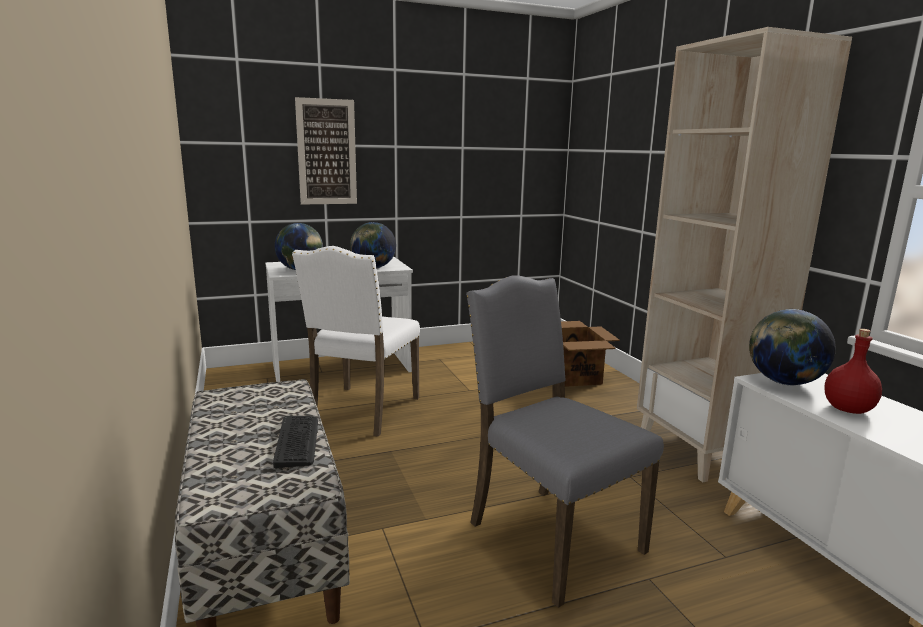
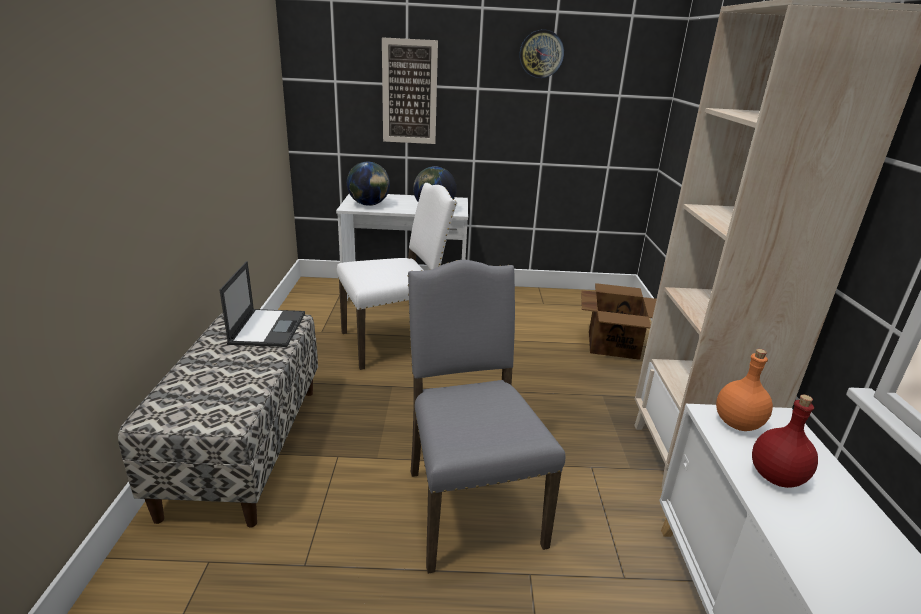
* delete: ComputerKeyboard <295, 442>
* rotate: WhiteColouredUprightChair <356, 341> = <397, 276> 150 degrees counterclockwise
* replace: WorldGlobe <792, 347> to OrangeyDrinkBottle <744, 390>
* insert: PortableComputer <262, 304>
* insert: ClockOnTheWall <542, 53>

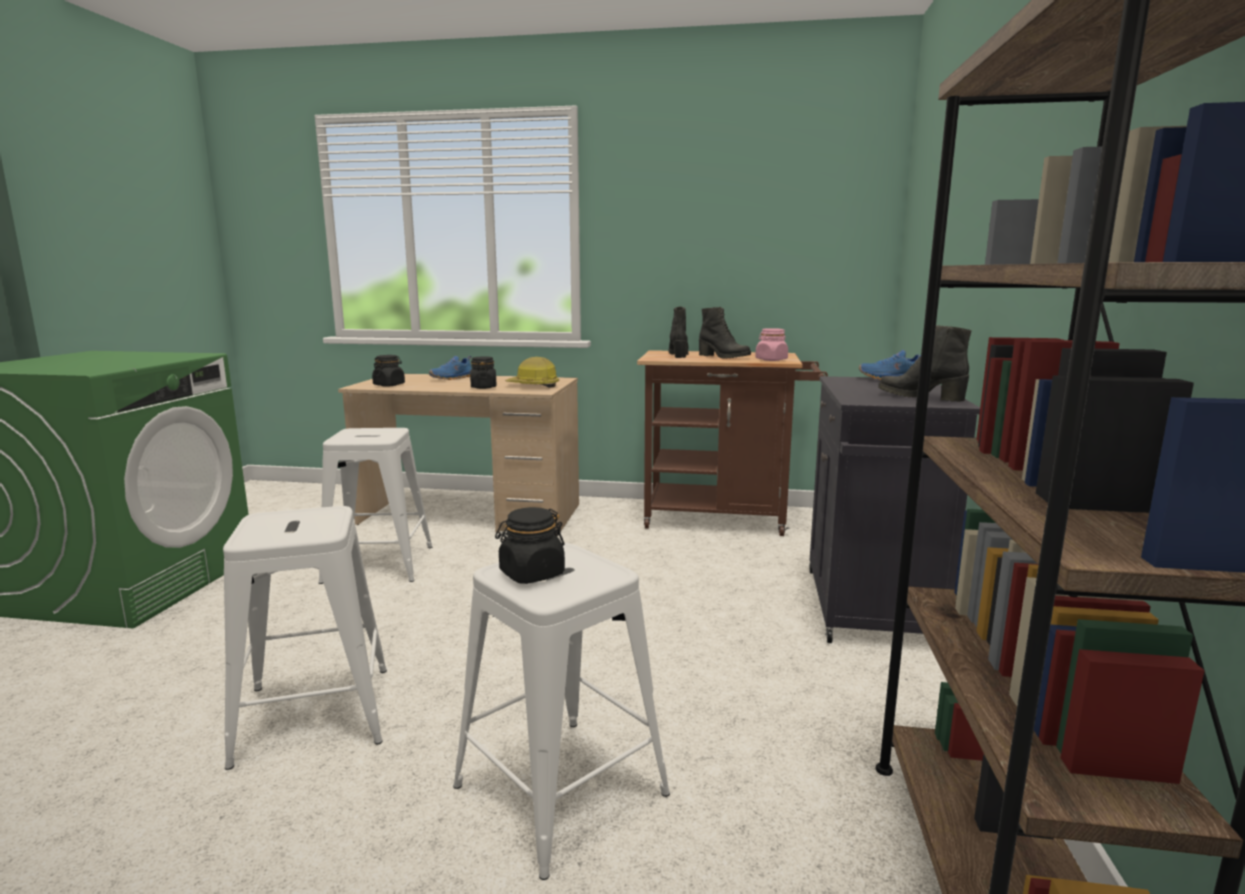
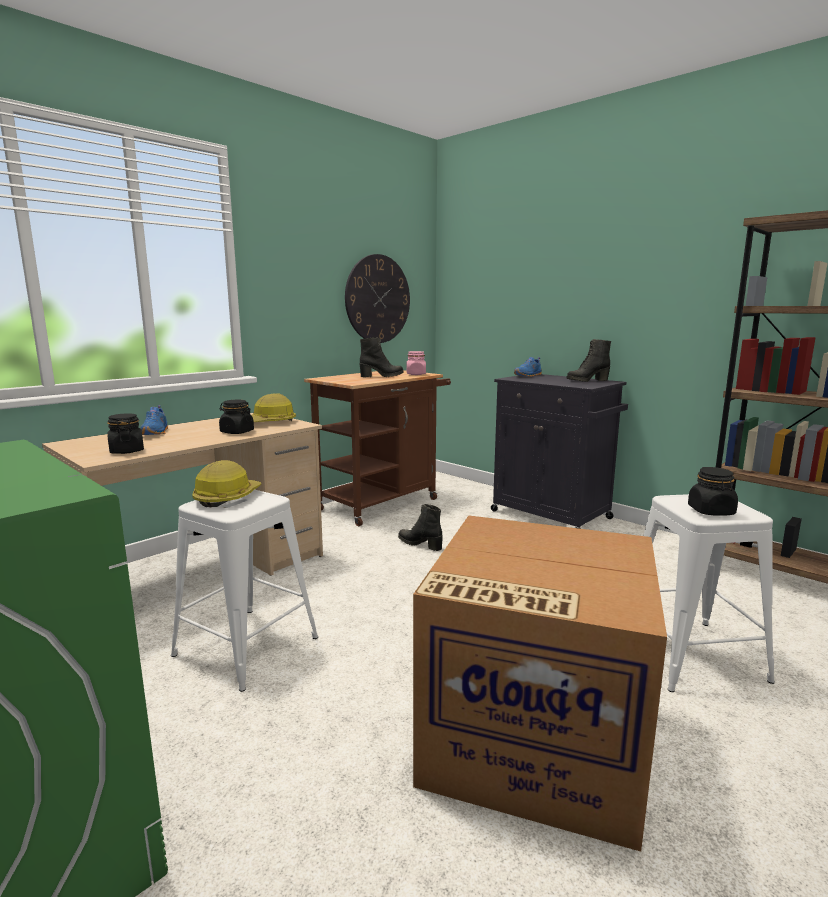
* replace: WhiteColouredStoolSeat <305, 638> to CardboardBox <540, 683>
* move: BlackColouredBoot <678, 332> to <420, 527>
* insert: SafetyHelmet <226, 483>
* insert: ClockOnTheWall <377, 298>

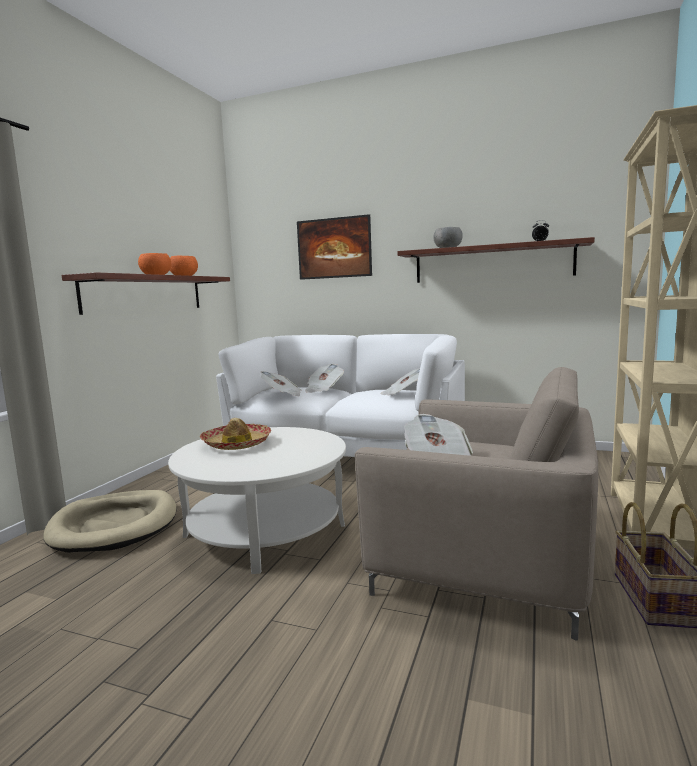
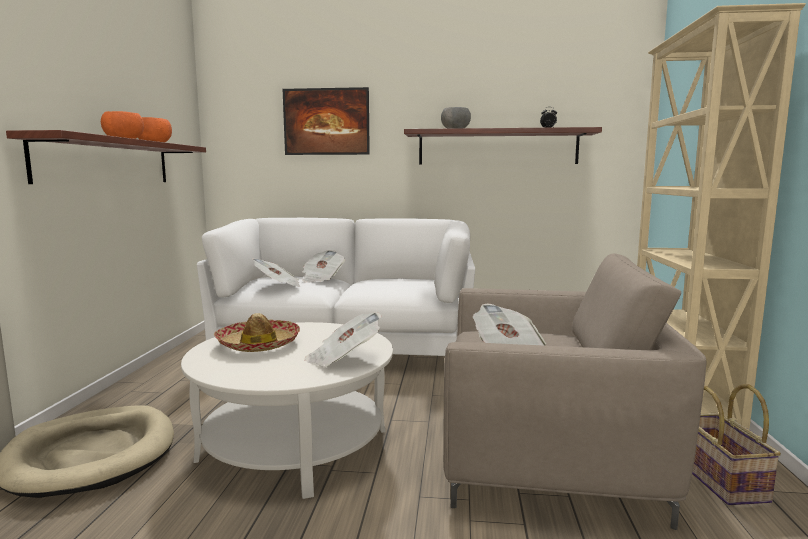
* move: DailyPaper <400, 382> to <343, 339>

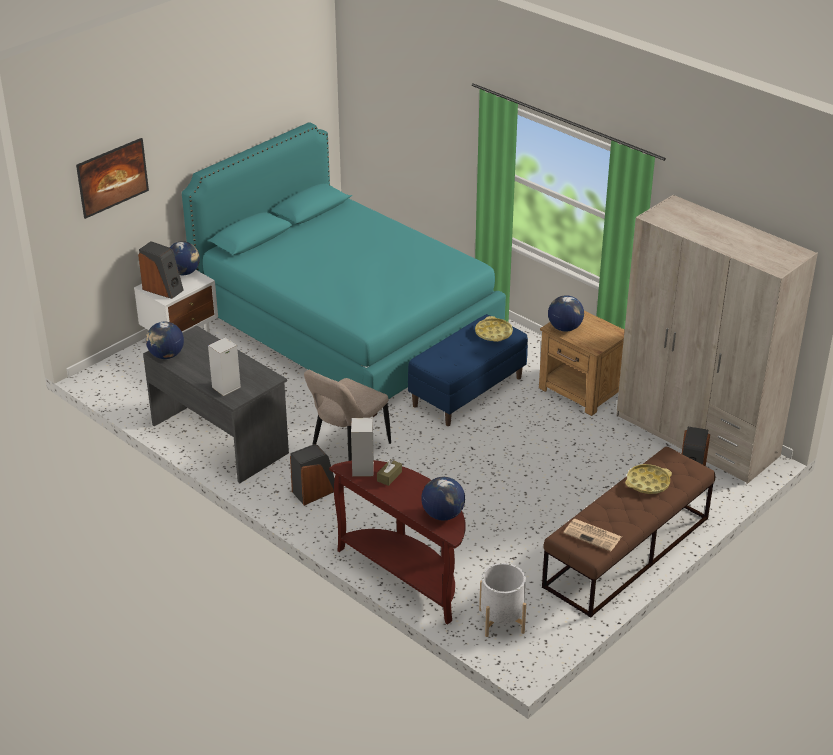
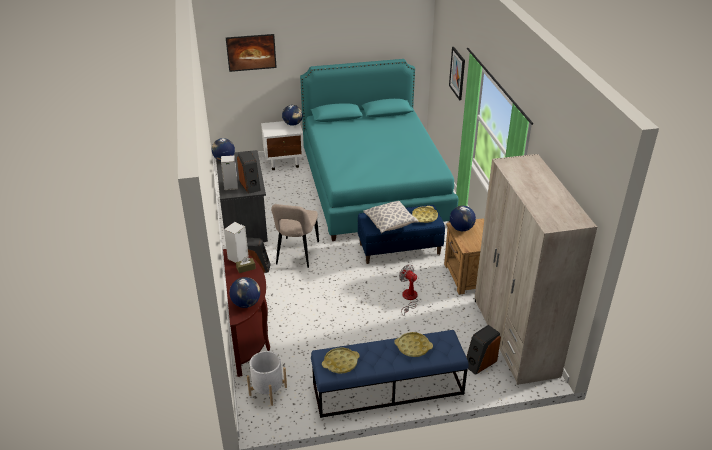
* move: Loudspeaker <161, 270> to <249, 172>
* rotate: BeigeUprightChair <347, 415> = <295, 236> 60 degrees counterclockwise
* recolor: BrownishBench <628, 532> to BlueColouredBench <390, 374>
* replace: DailyPaper <592, 534> to YellowServingTray <341, 360>
* insert: Cushion <391, 217>
* insert: ElectricFan <408, 290>
* insert: Picture <457, 73>

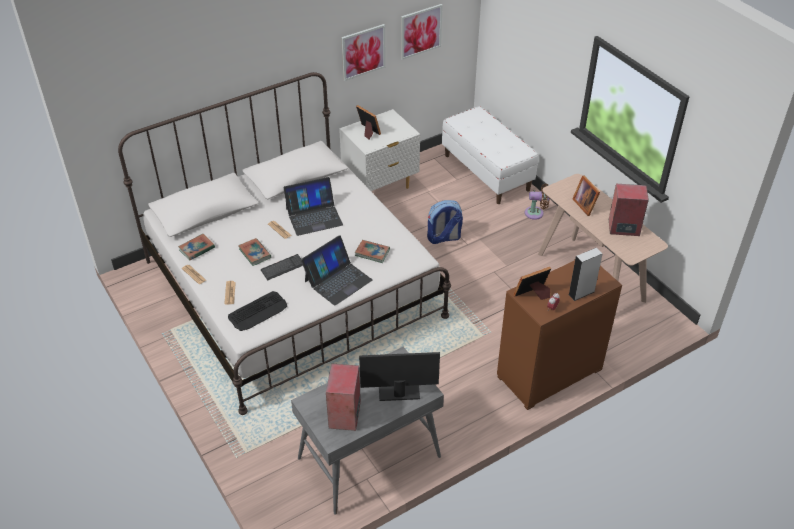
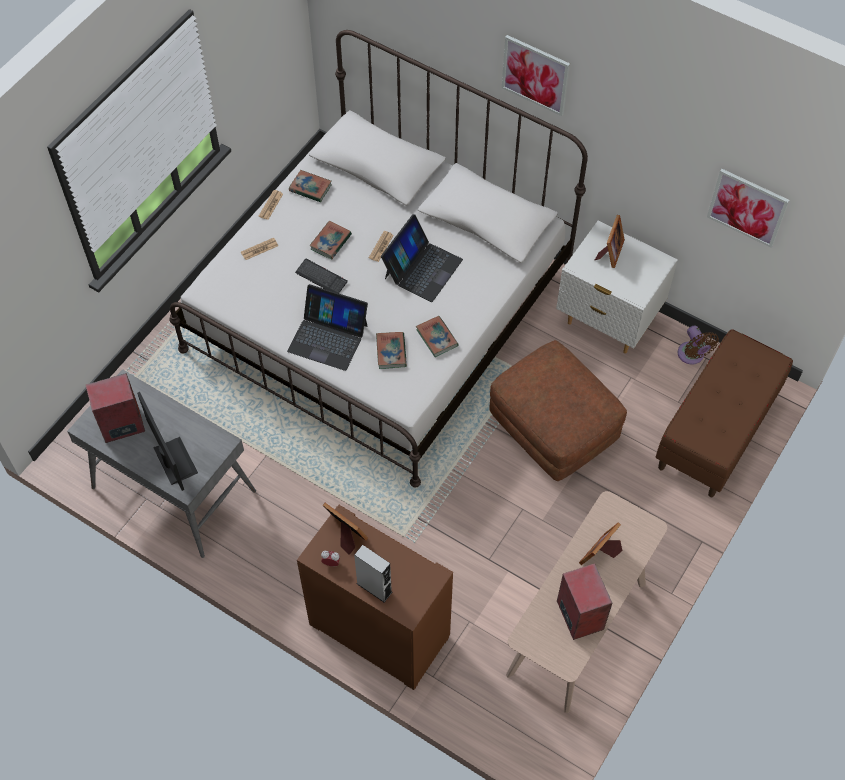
* delete: ComputerKeyboard <257, 311>
* rotate: PortableComputer <313, 206> = <422, 258> 105 degrees counterclockwise
* move: Picture <363, 52> to <536, 75>
* replace: Knapsack <445, 222> to BrownishOttoman <558, 410>
* recolor: WhiteColouredBench <490, 155> to BrownishBench <724, 413>
* move: BrownishElectricFan <537, 202> to <698, 345>
* insert: Volume <437, 336>

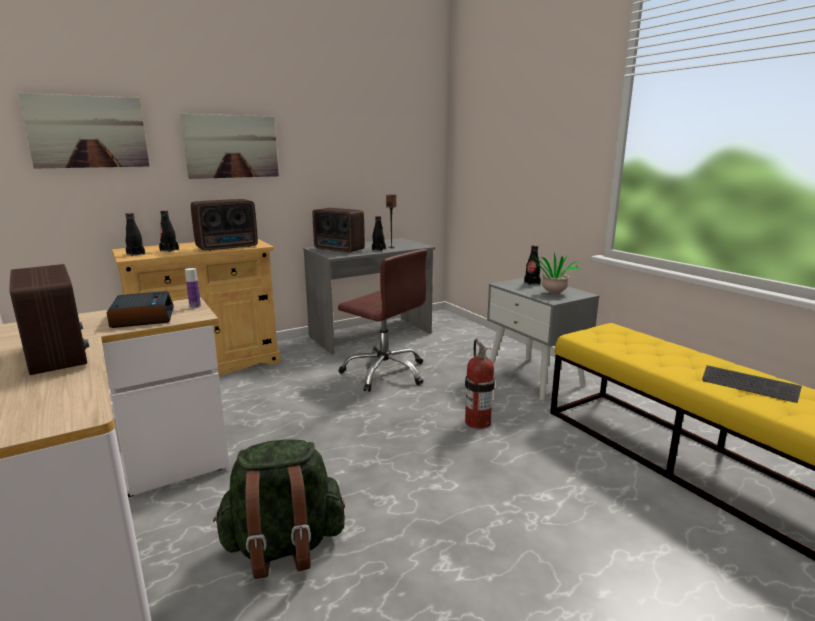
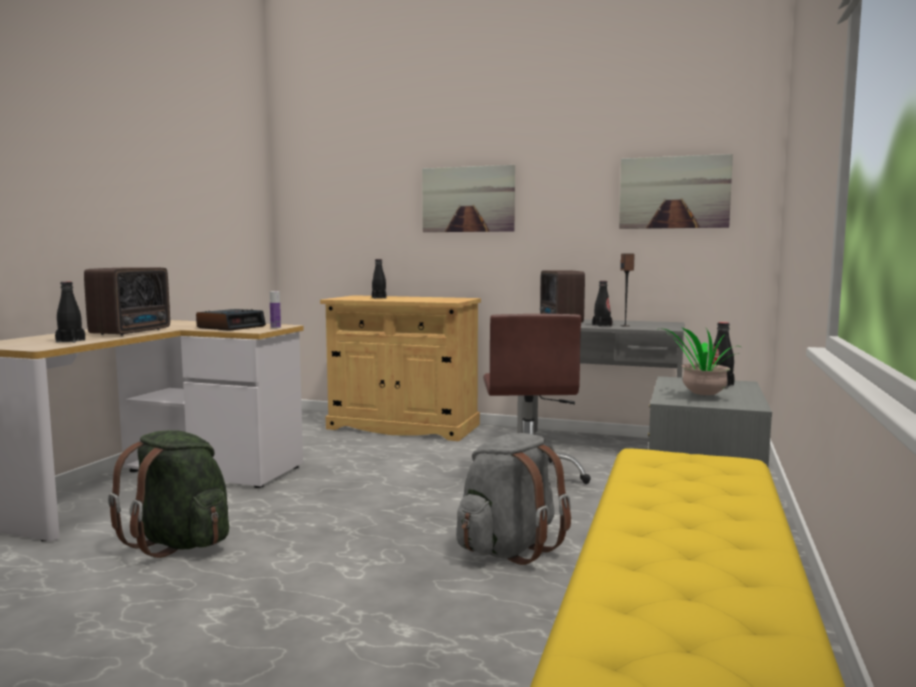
* move: Picture <83, 131> to <676, 191>
* move: BlackColouredDrinkBottle <135, 234> to <70, 312>
* delete: RadioReceiver <224, 225>
* replace: FireExtinguisher <480, 384> to GrayKnapsack <514, 499>
* delete: ComputerKeyboard <752, 384>

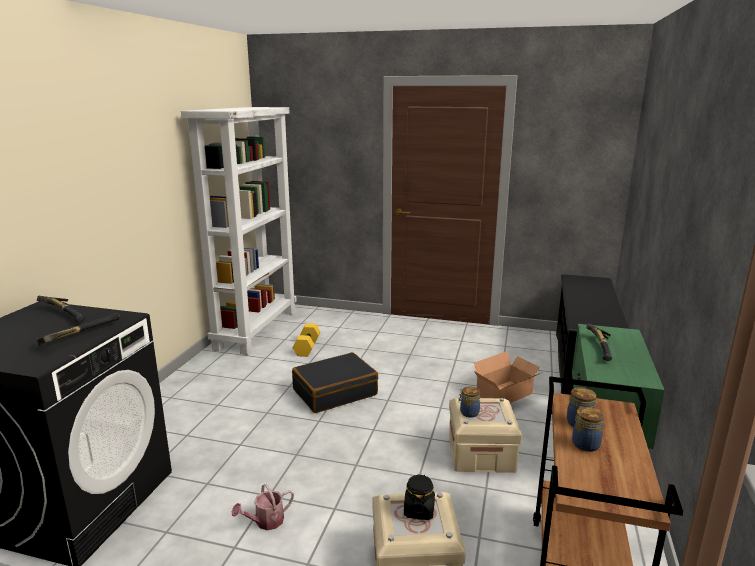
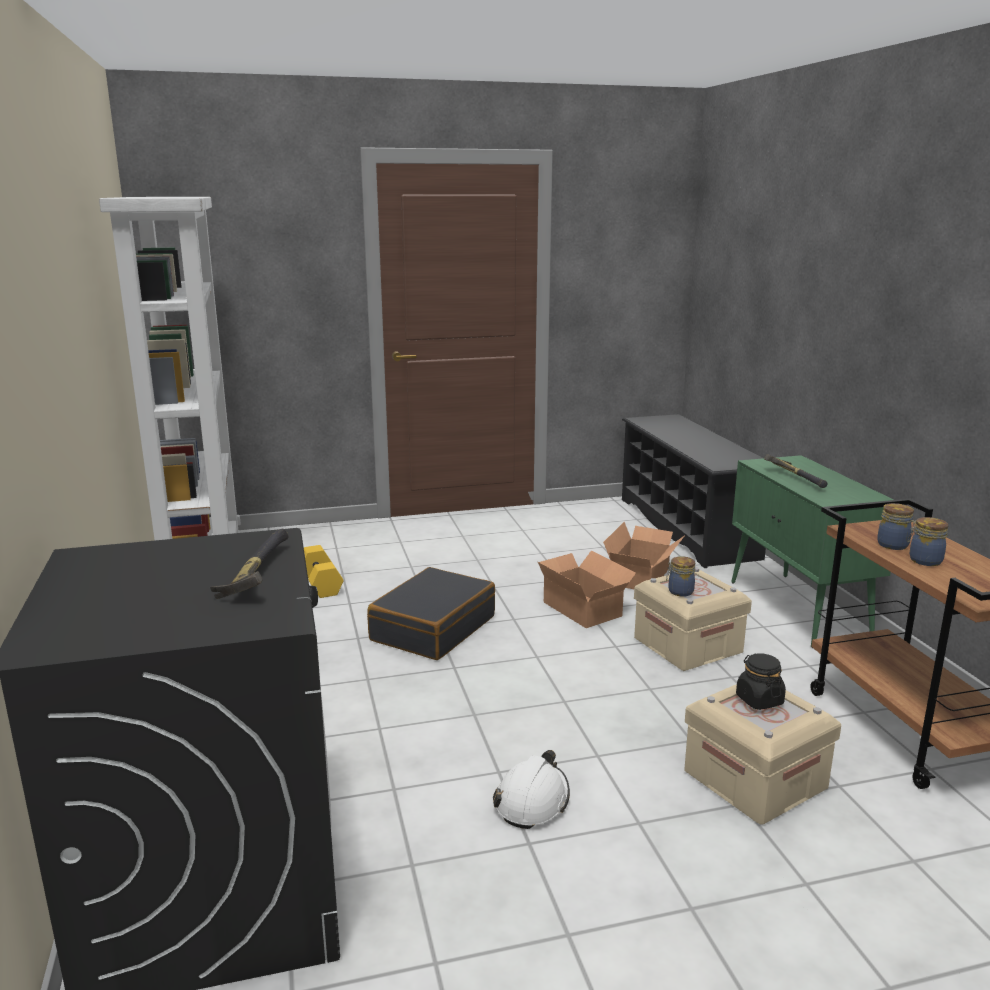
* delete: ToolHammer <61, 309>
* replace: SprinklingCan <263, 507> to WhiteColouredSafetyHelmet <531, 789>
* insert: CardboardBox <586, 589>

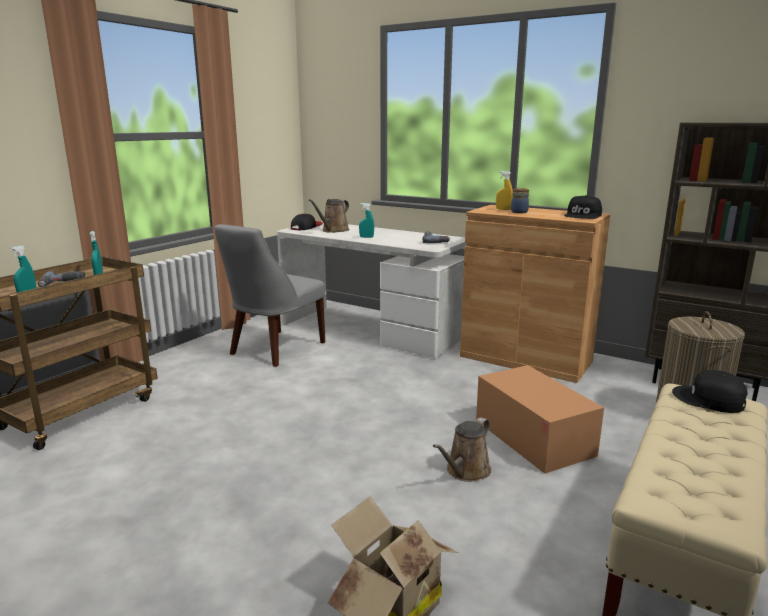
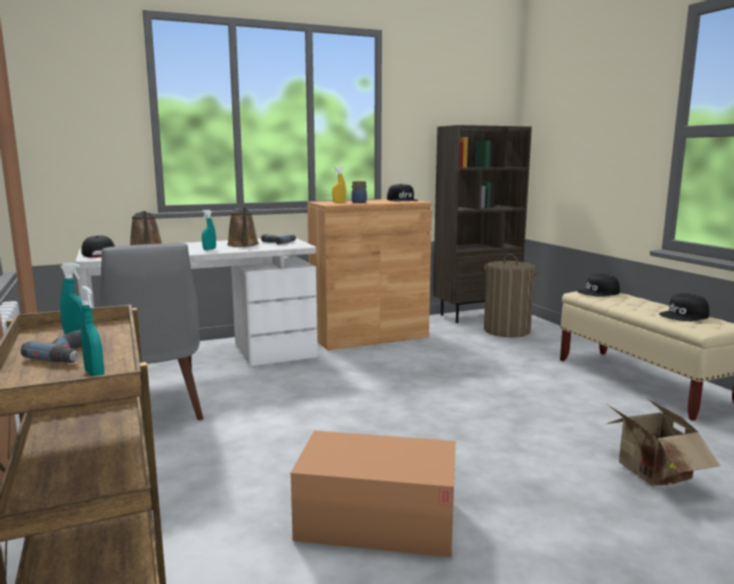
* move: BrownishSprinklingCan <462, 449> to <243, 227>
* move: CardboardBox <540, 419> to <373, 494>
* insert: BlackColouredCap <684, 307>

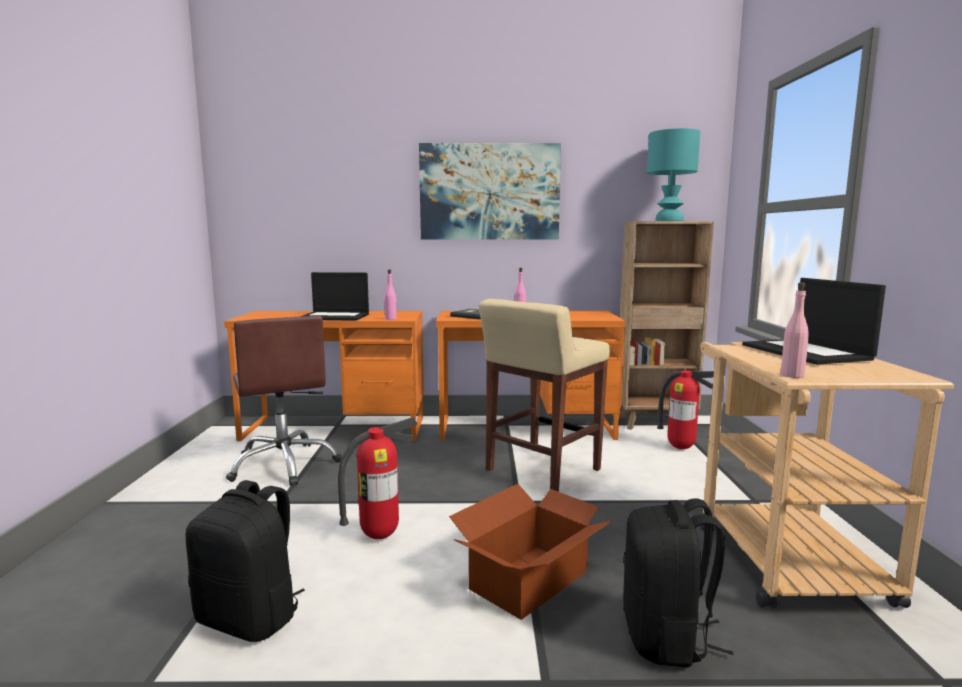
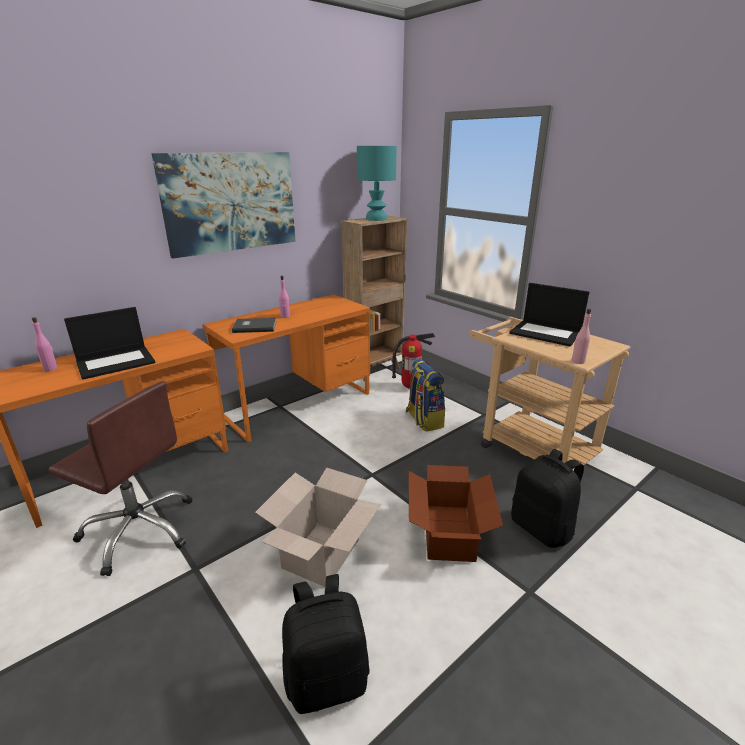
* replace: FireExtinguisher <378, 478> to CardboardBox <318, 527>
* move: PinkDrinkBottle <390, 294> to <45, 344>
* delete: BeigeStoolSeat <544, 395>
* insert: Knapsack <425, 395>

